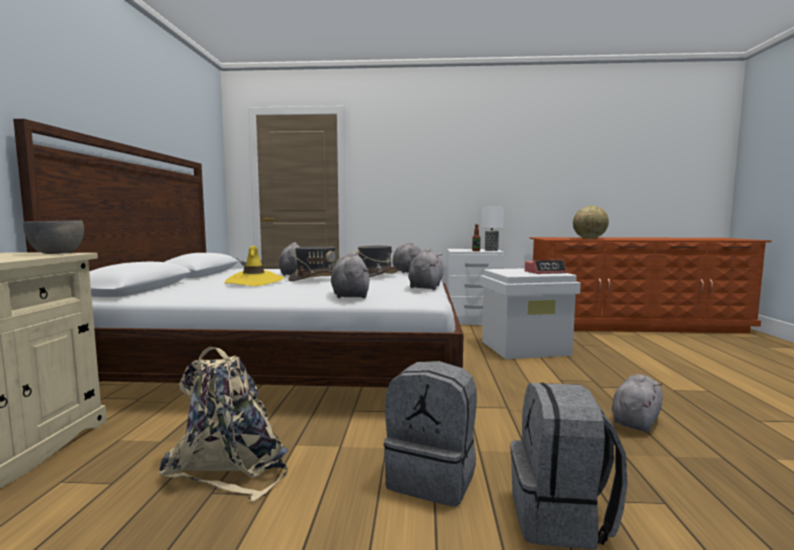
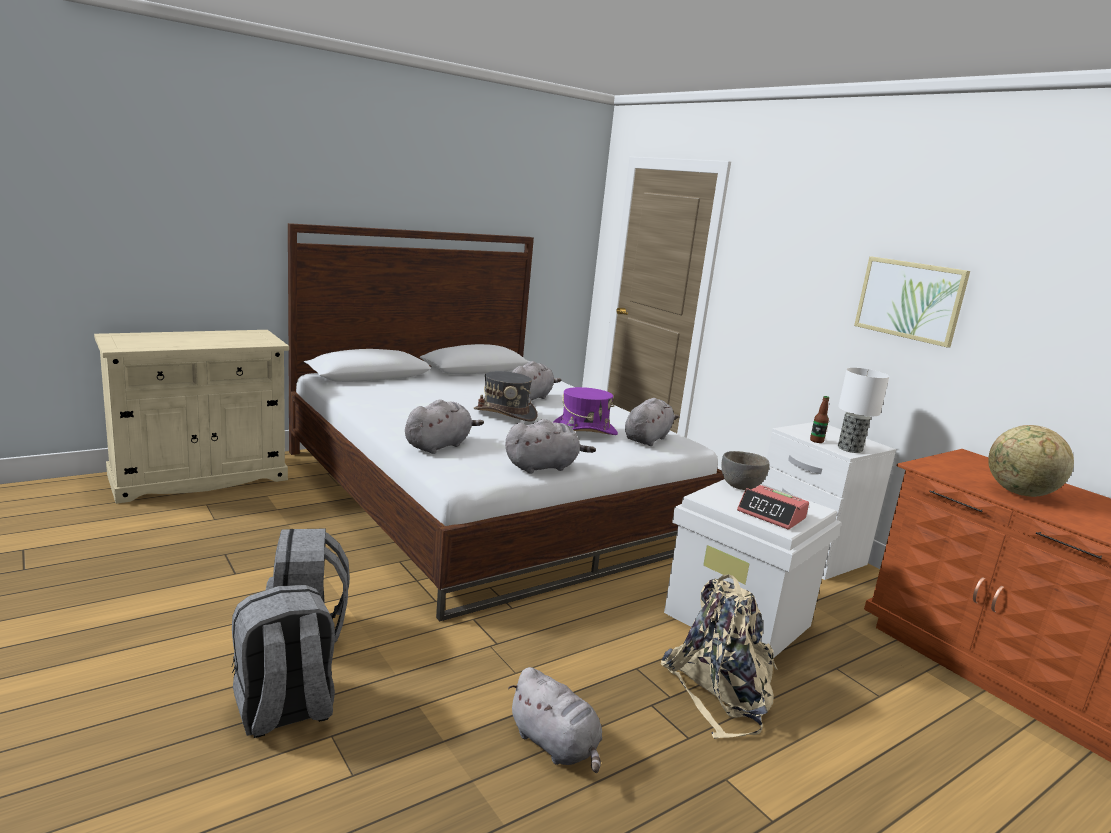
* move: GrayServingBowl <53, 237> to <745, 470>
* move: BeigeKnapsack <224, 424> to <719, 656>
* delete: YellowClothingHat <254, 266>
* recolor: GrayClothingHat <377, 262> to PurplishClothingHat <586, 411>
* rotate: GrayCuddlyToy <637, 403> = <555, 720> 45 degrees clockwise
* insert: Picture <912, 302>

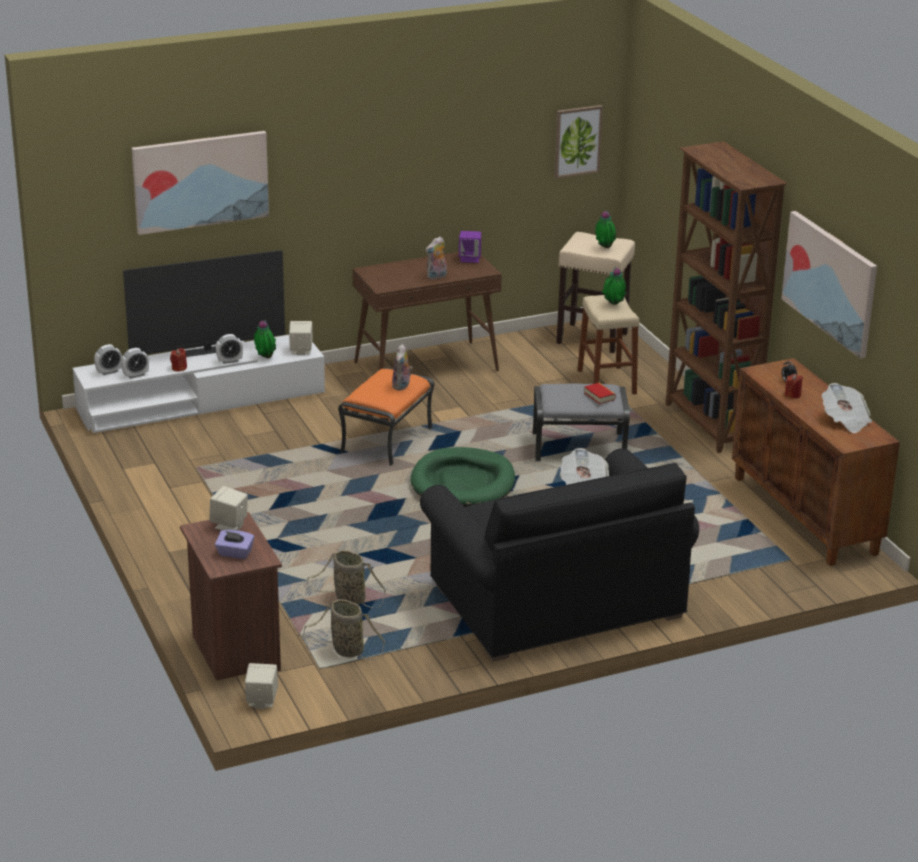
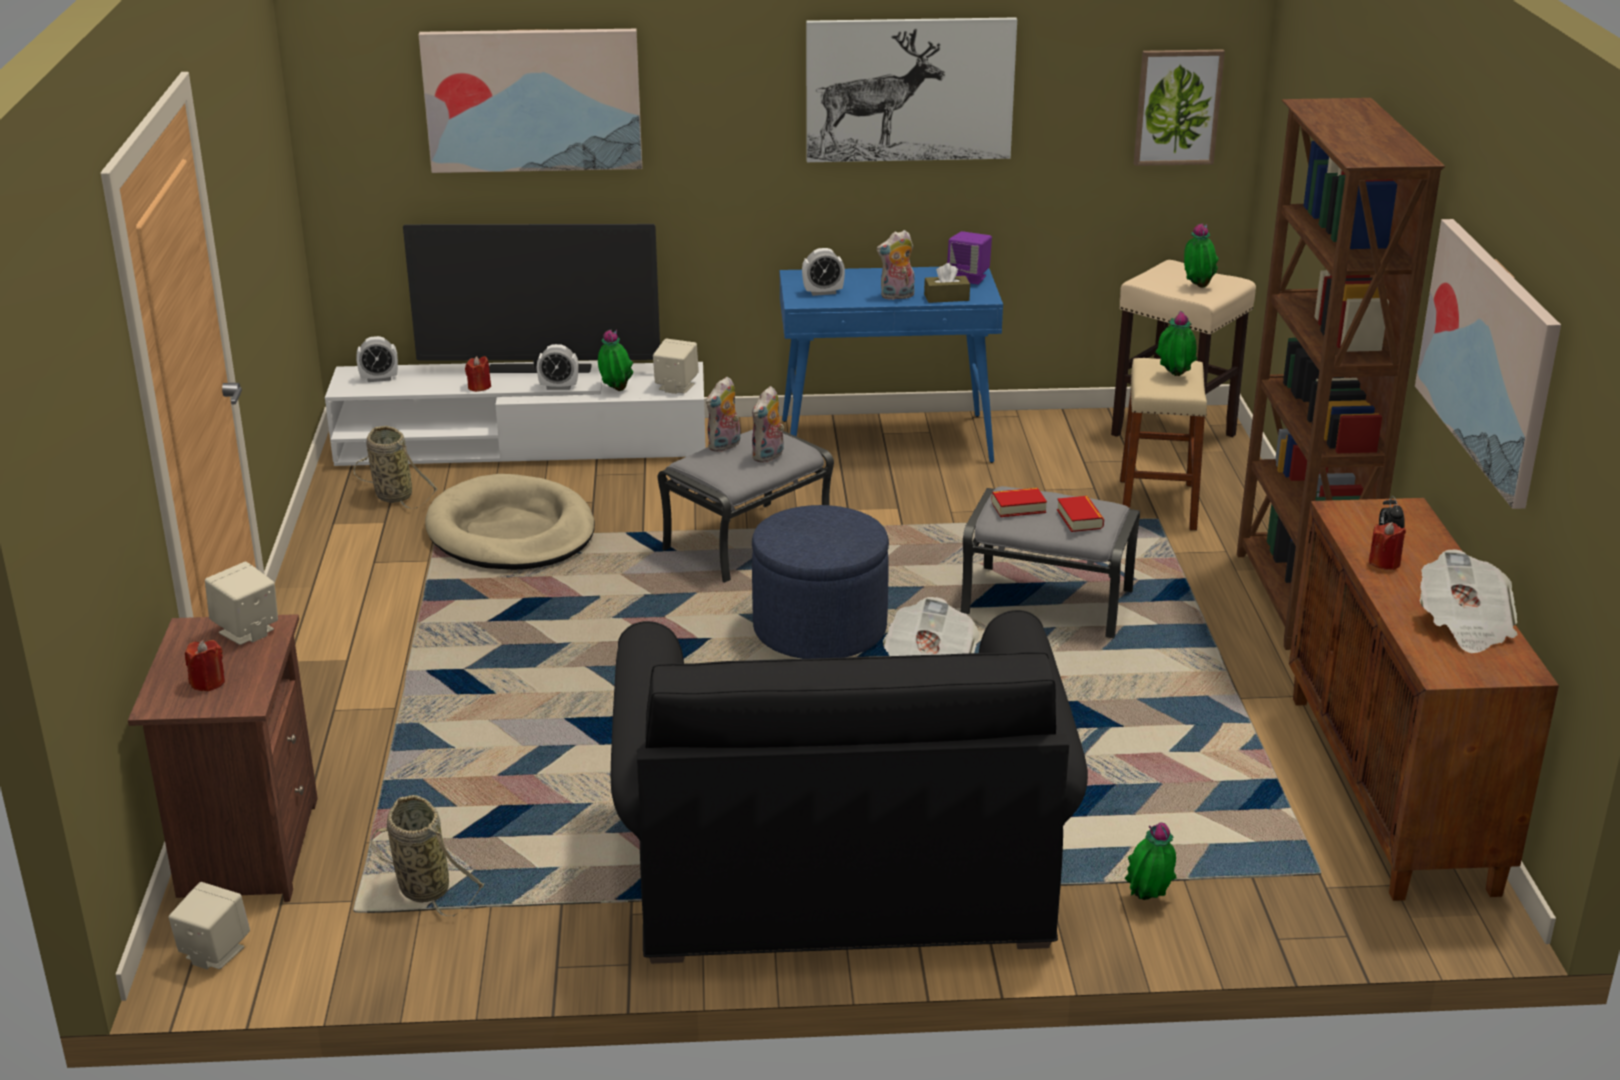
* move: BedsideClock <135, 363> to <823, 272>
* replace: PurplishBoxOfTissues <234, 544> to RedWaxLight <205, 665>
* move: HouseholdBasket <346, 579> to <396, 467>
* recolor: OrangeyOttoman <386, 416> to GrayOttoman <746, 506>
* recolor: BrownishNarrowTable <427, 311> to BlueColouredNarrowTable <891, 365>
* replace: GreenishPetBed <463, 477> to BlueColouredOttoman <820, 582>
* insert: BeigePetBed <510, 522>
* insert: CuddlyToy <723, 414>
* insert: Picture <911, 89>
* insert: BrownishBoxOfTissues <947, 283>
* insert: Volume <1019, 502>
* insert: PlantInAPot <1151, 861>

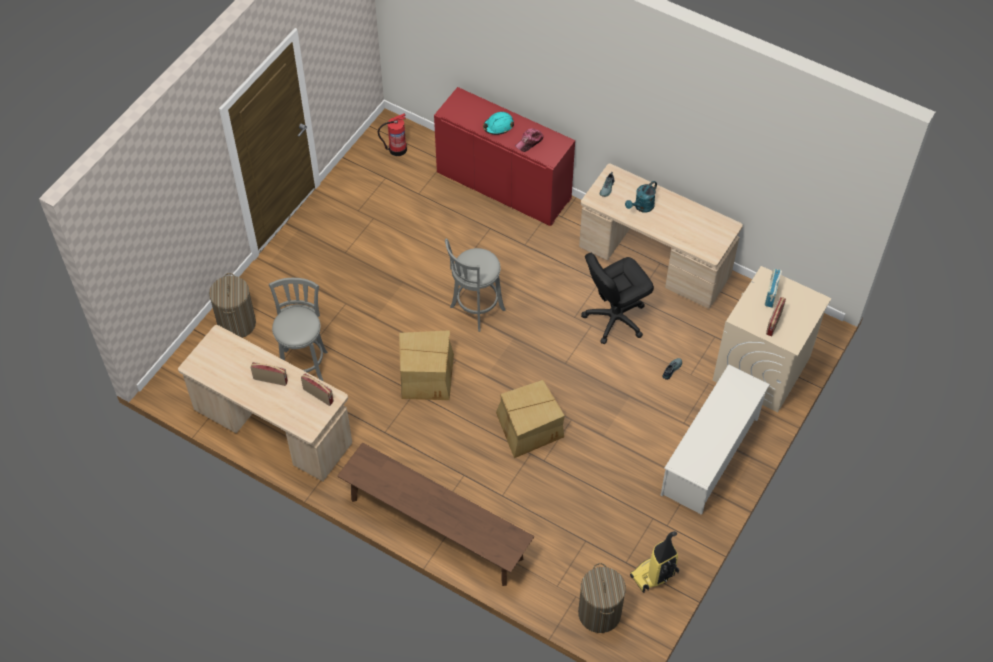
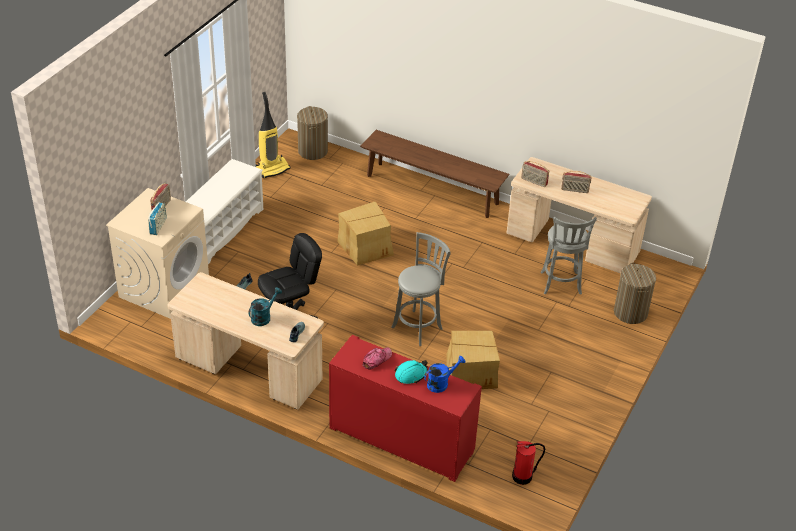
* move: CardboardBox <426, 365> to <473, 360>
* insert: BlueColouredSprinklingCan <445, 374>

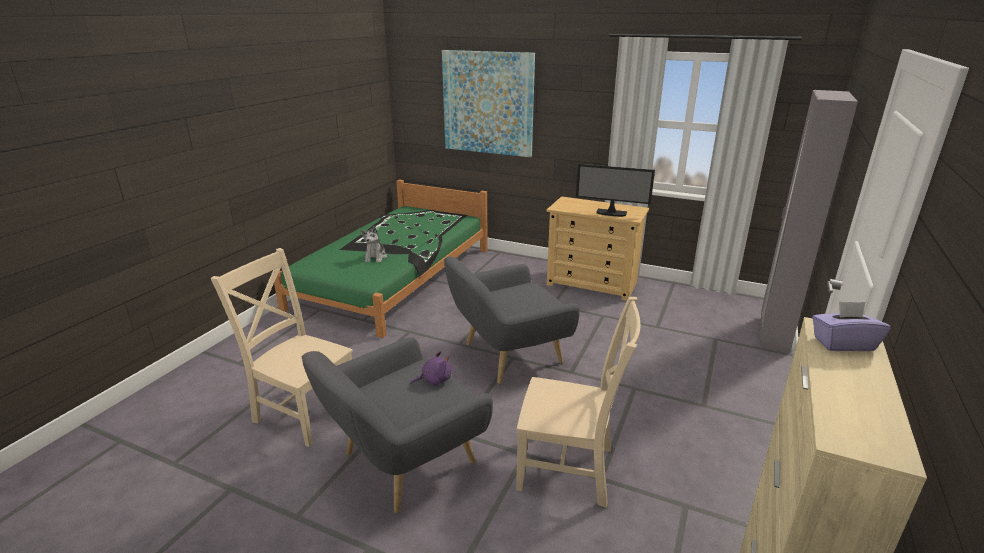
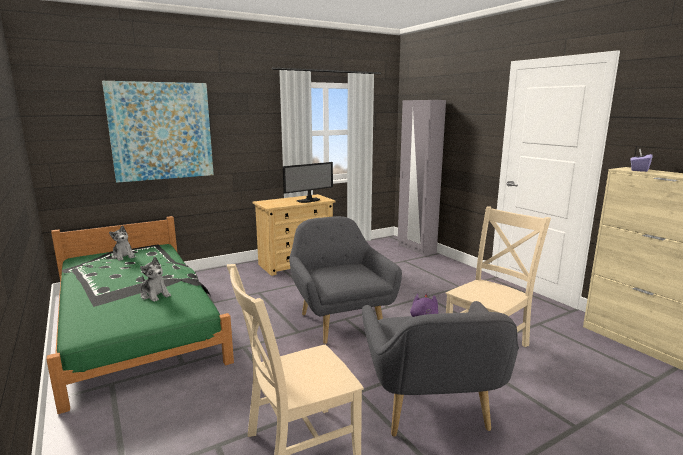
* rotate: GrayEasyChair <512, 320> = <345, 280> 150 degrees clockwise
* insert: CuddlyToy <122, 243>

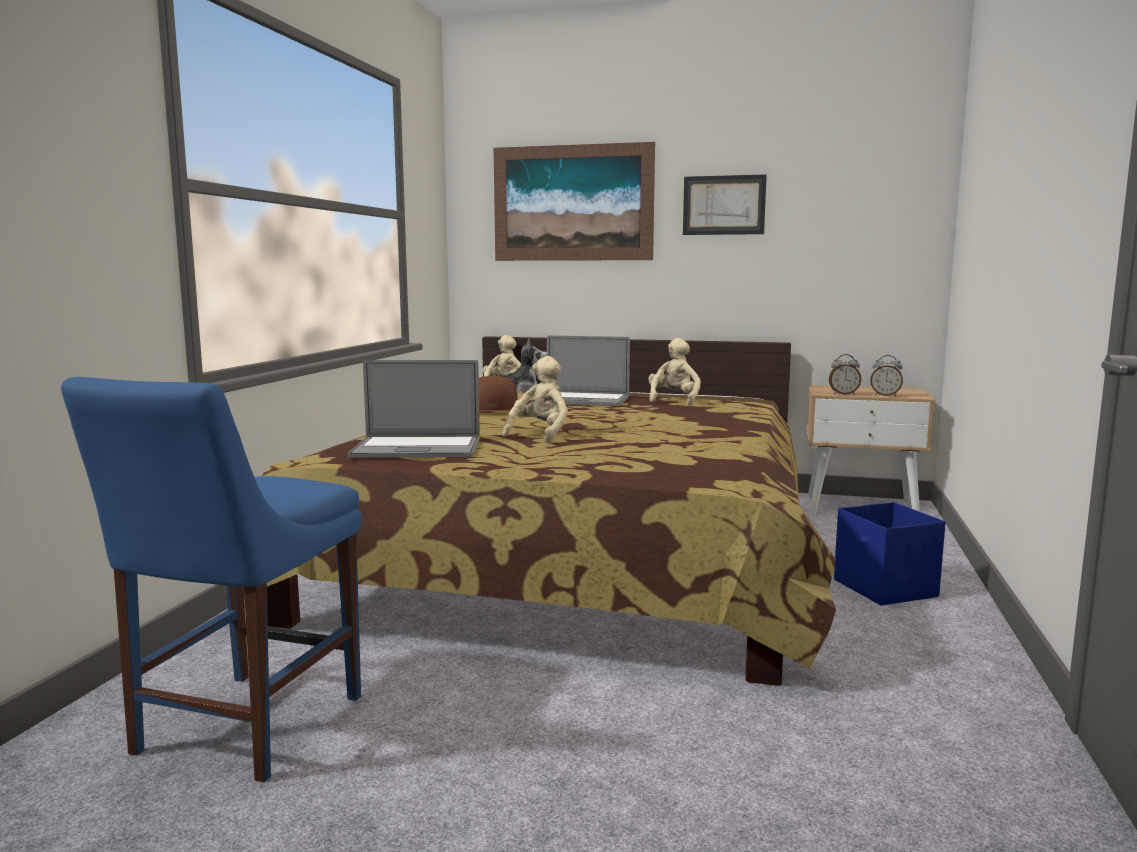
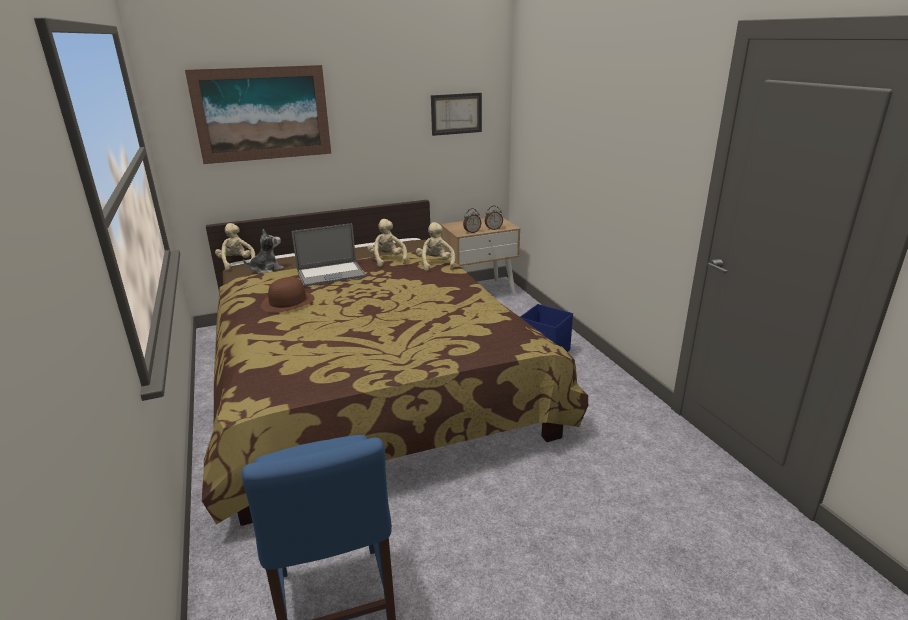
* delete: PortableComputer <414, 409>
* move: BeigeCuddlyToy <535, 399> to <435, 246>
* move: Picture <725, 204> to <456, 114>

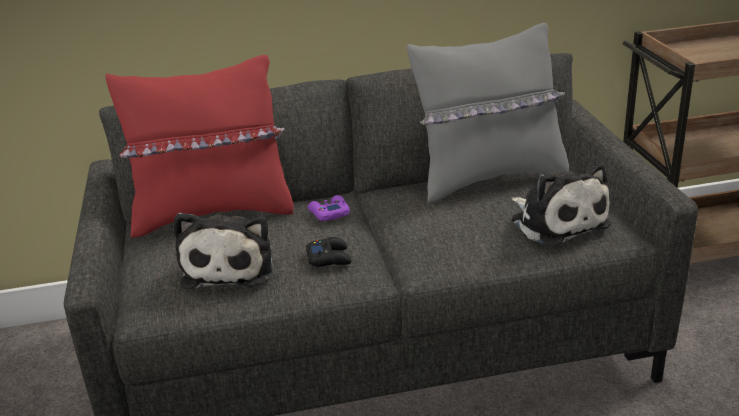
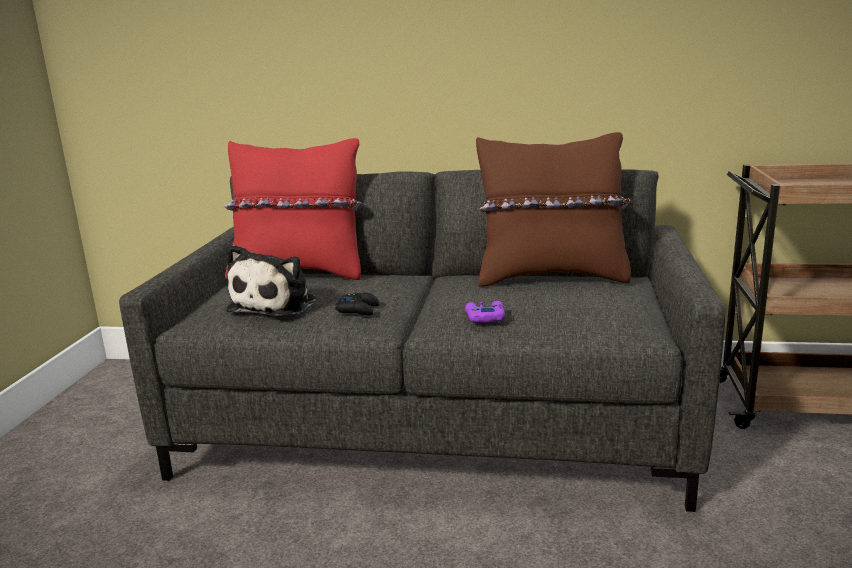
* move: PurplishGamepad <329, 208> to <485, 312>
* recolor: GrayCushion <488, 113> to BrownishCushion <554, 209>
* delete: CuddlyToy <561, 205>

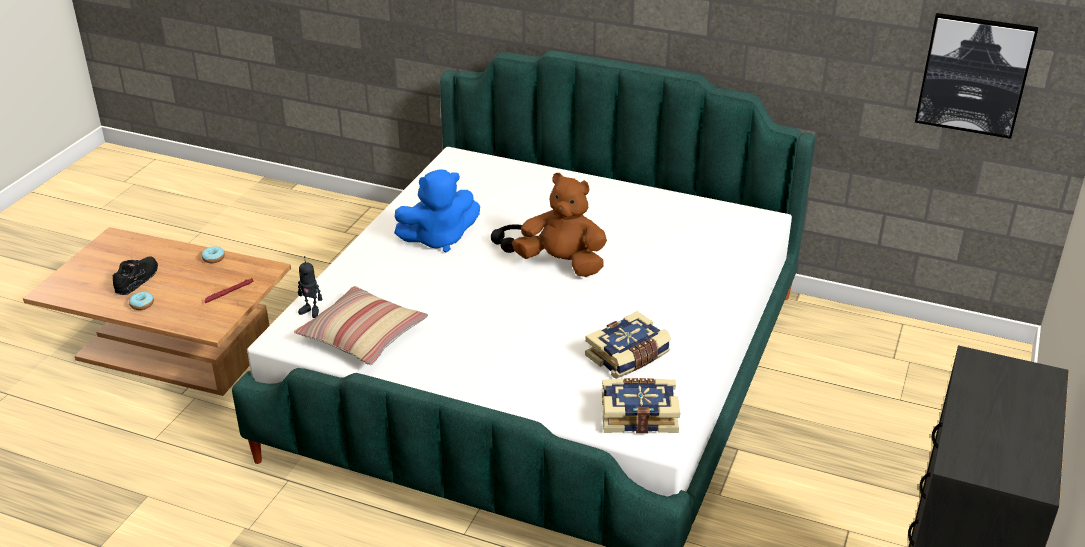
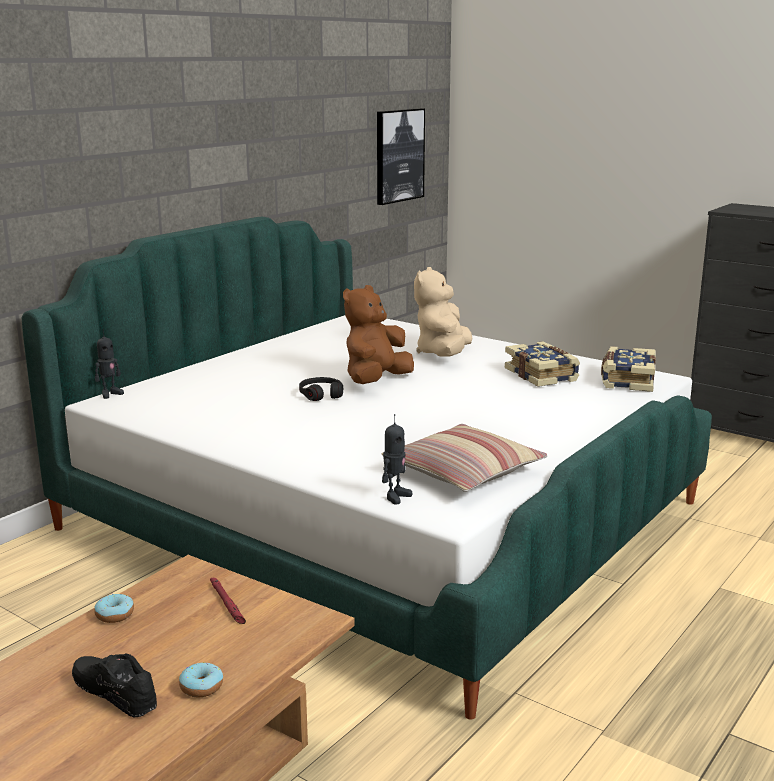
* delete: BlueColouredCuddlyToy <437, 211>
* insert: RobotFigure <109, 364>
* insert: BeigeCuddlyToy <443, 311>

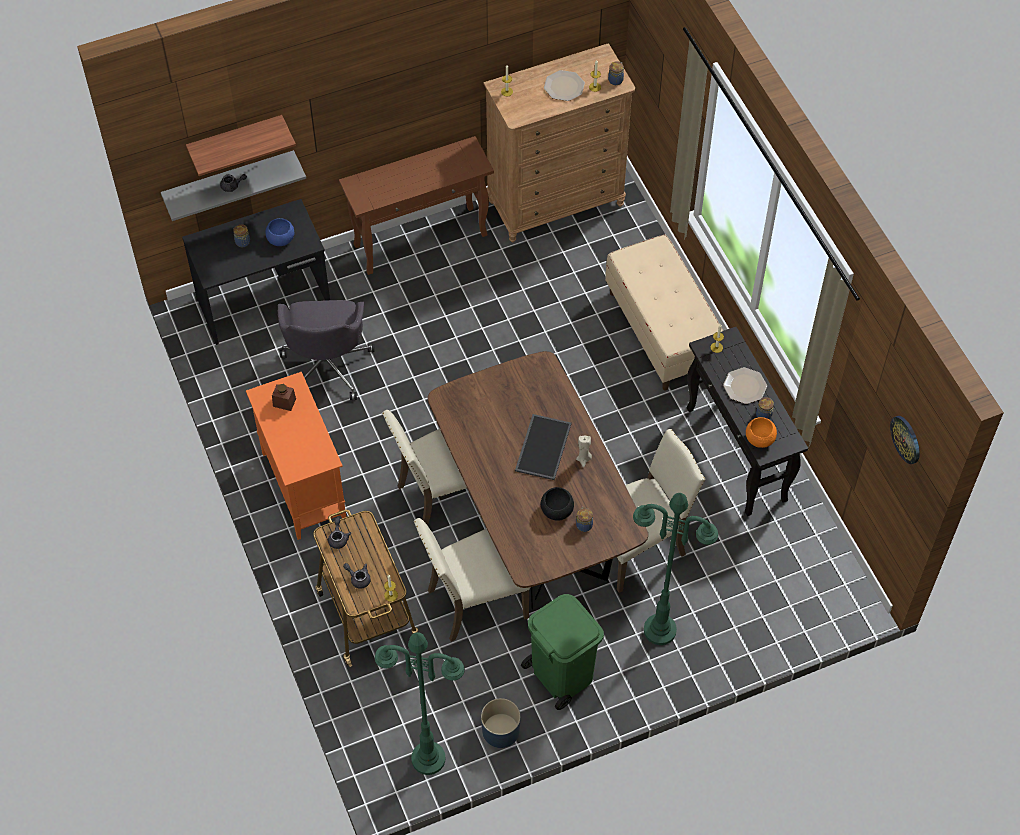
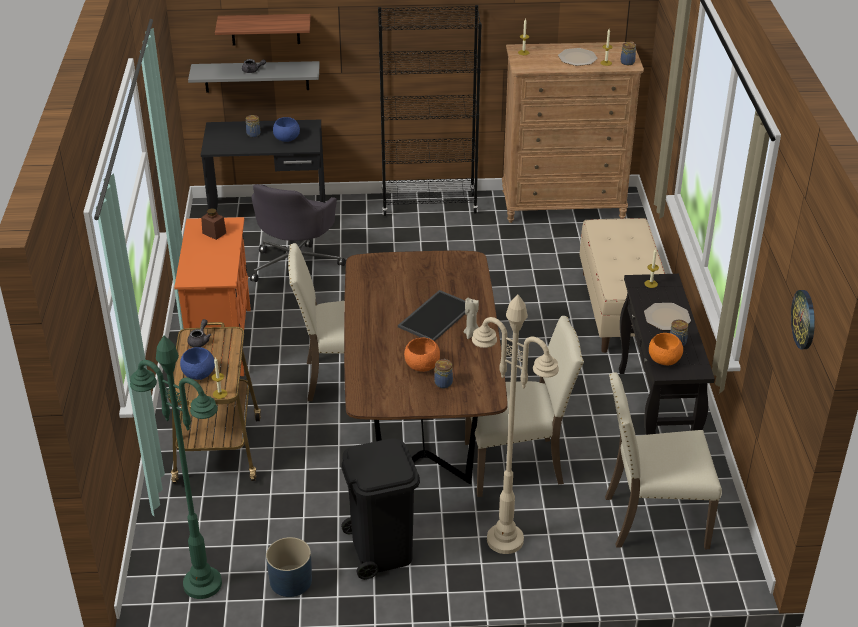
* replace: BrownishNarrowTable <416, 205> to BlackColouredShelvingUnit <430, 110>
* replace: GrayTeaPot <357, 576> to BlueColouredServingBowl <197, 363>
* move: BeigeUprightChair <472, 580> to <663, 460>
* recolor: GreenishWasteBin <562, 652> to BlackColouredWasteBin <380, 509>
* recolor: BlackColouredServingBowl <557, 504> to OrangeyServingBowl <422, 355>
* recolor: GreenishFloorLamp <675, 569> to BeigeFloorLamp <515, 424>

